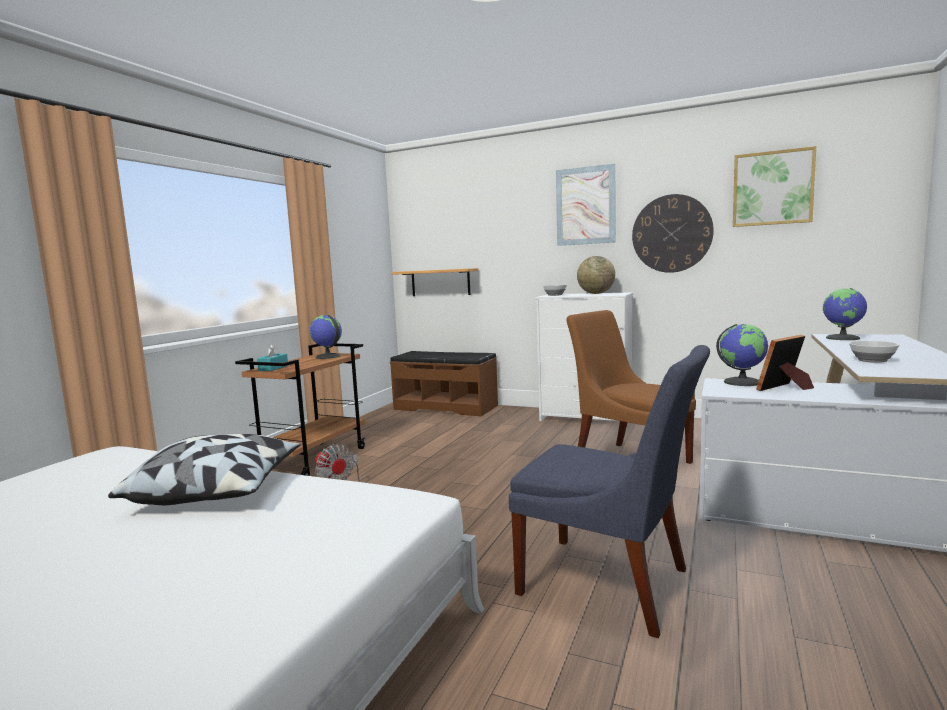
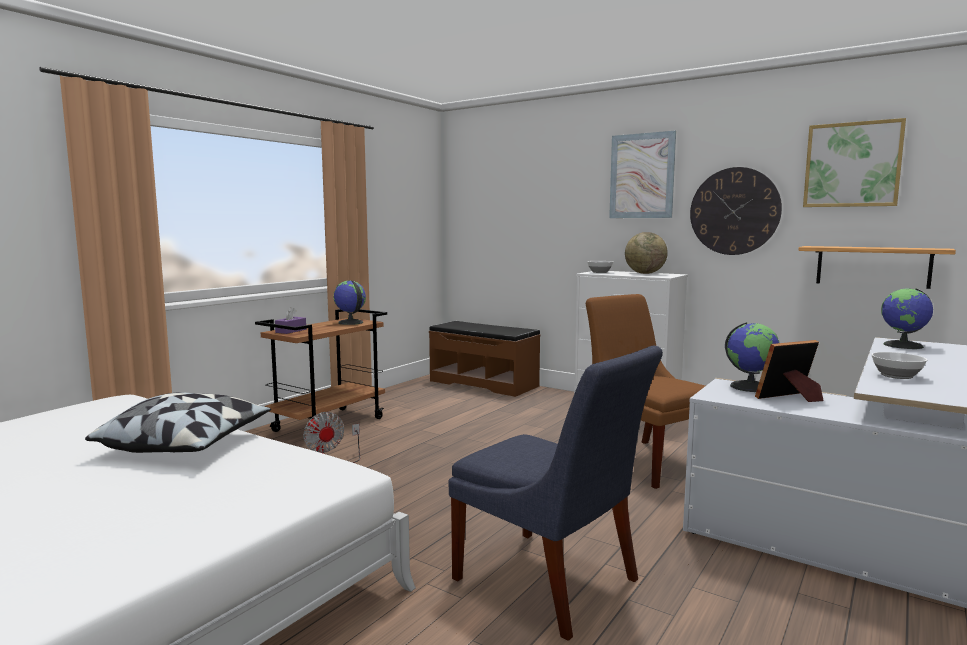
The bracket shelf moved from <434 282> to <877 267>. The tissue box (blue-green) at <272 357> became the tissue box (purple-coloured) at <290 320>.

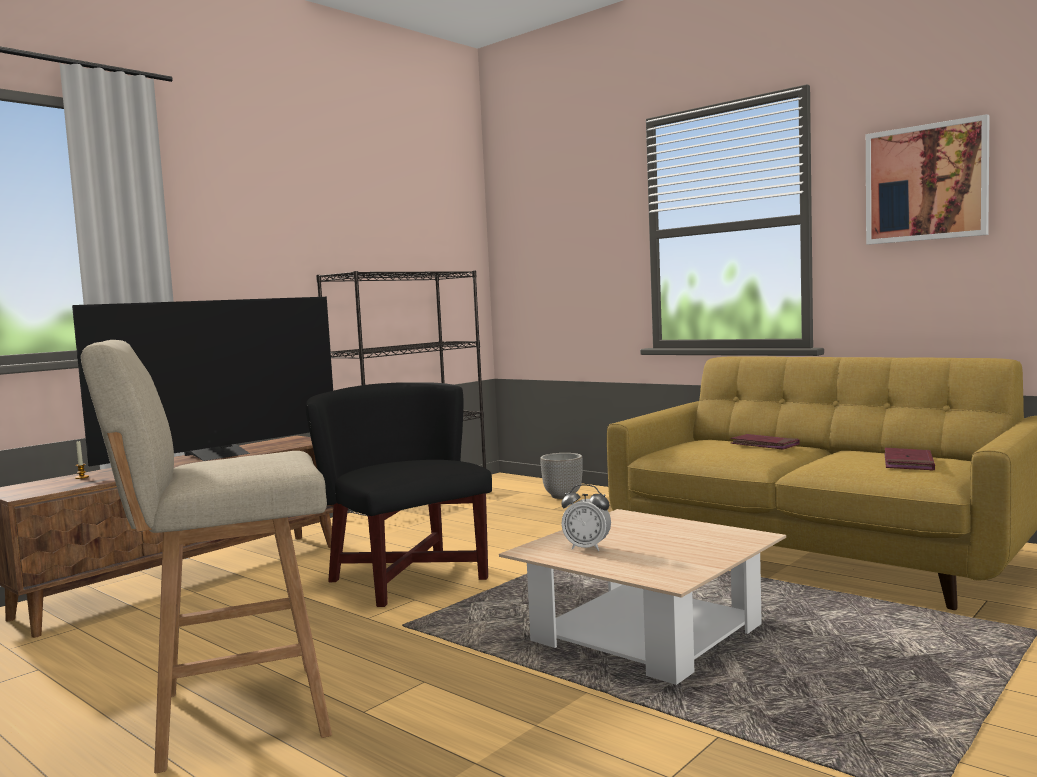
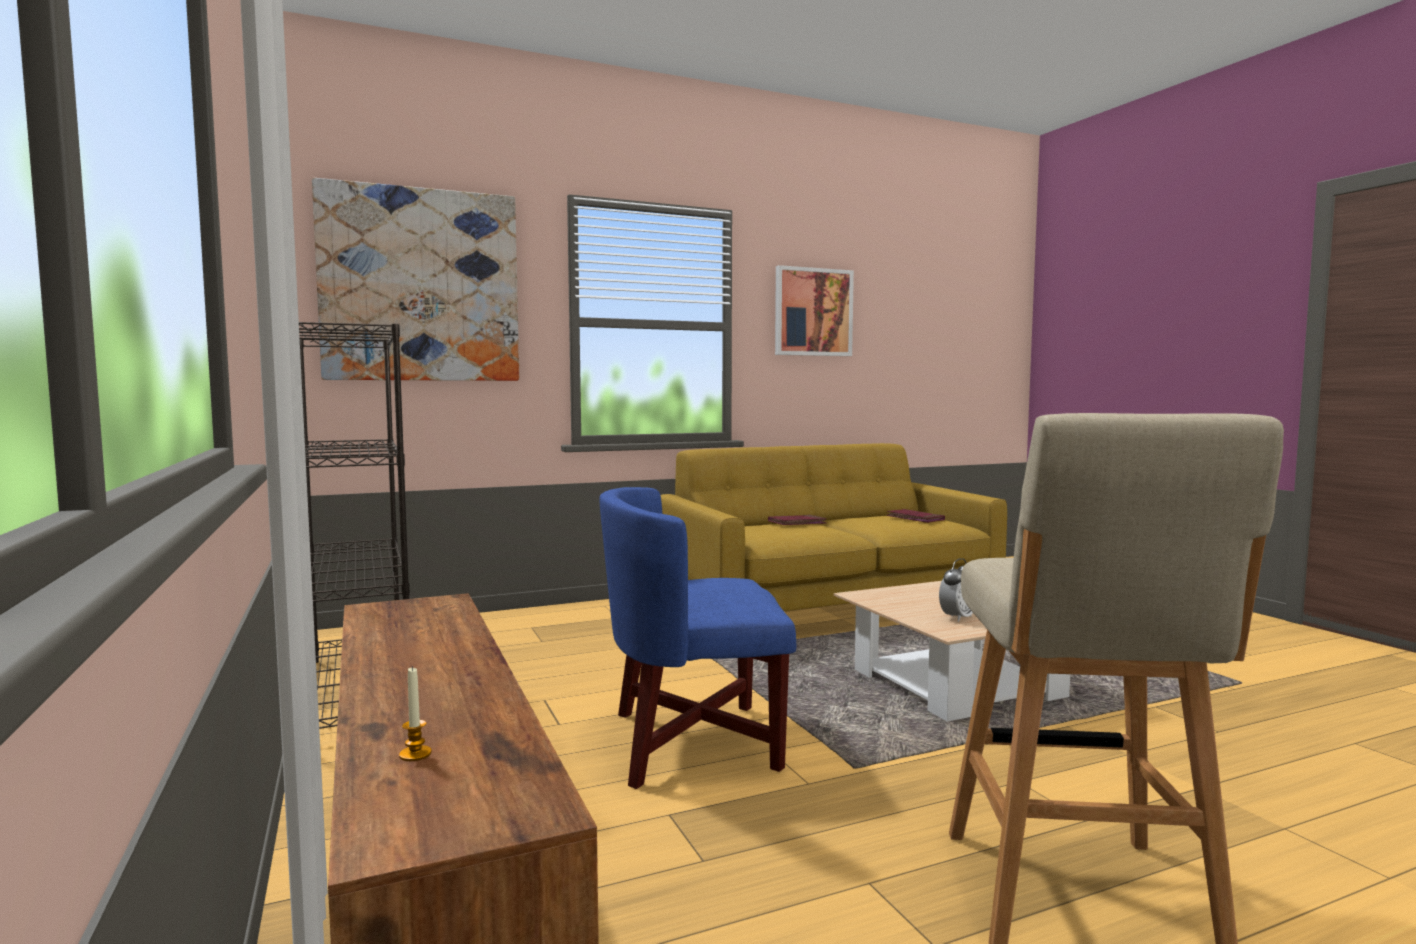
The TV set at <202 381> disappeared. The armchair (black-coloured) at <399 494> became the armchair (bluish) at <697 638>. The planter at <561 476> disappeared. The wall picture at <415 279> appeared.

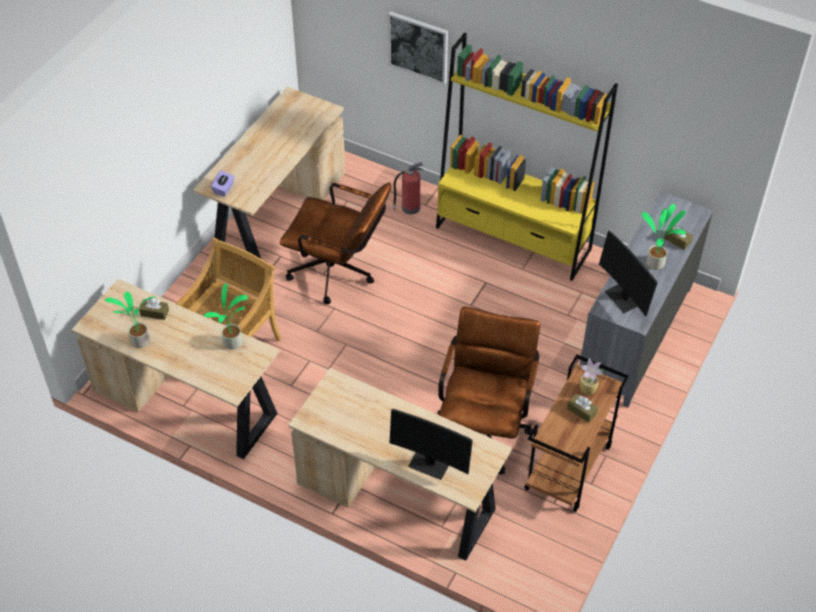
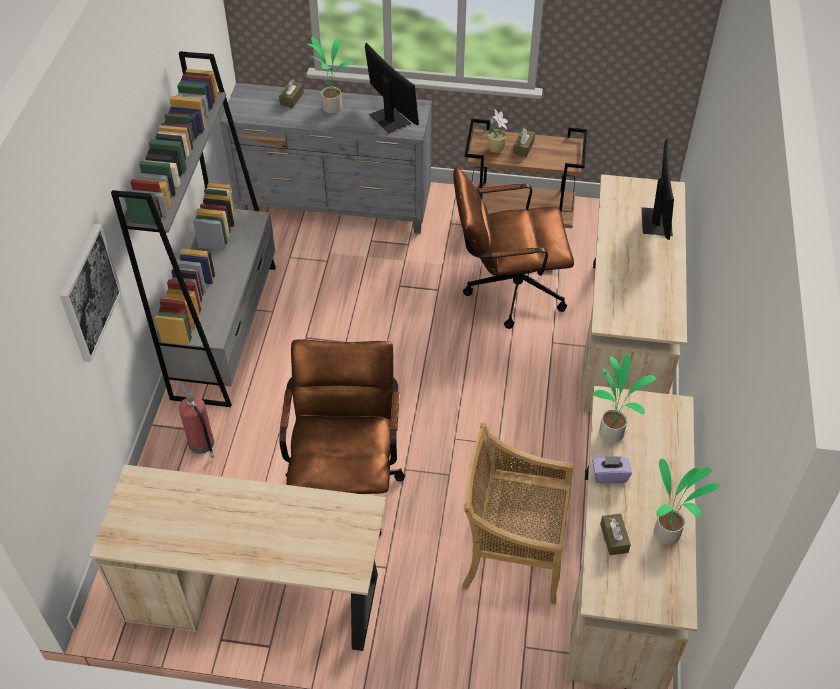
The bookshelf (yellow-coloured) at <527 157> became the bookshelf (greyish) at <193 229>. The tissue box (purple-coloured) moved from <223 183> to <612 469>. The computer display at <628 273> turned 75 degrees counterclockwise.

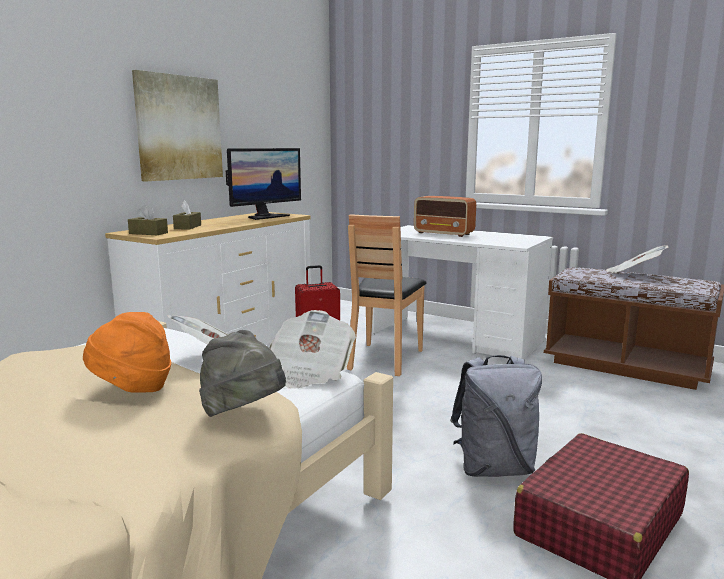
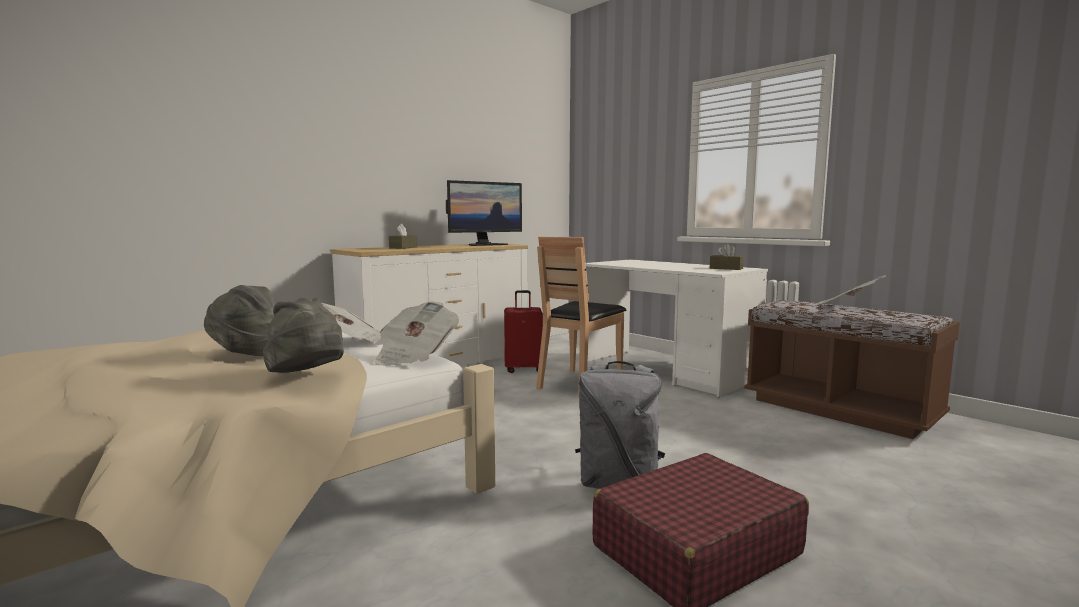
The wall picture at <177 125> disappeared. The radio receiver at <445 216> disappeared. The tissue box (brownish) moved from <148 220> to <727 257>. The wearable hat (orangey) at <127 352> became the wearable hat (greyish) at <241 320>.

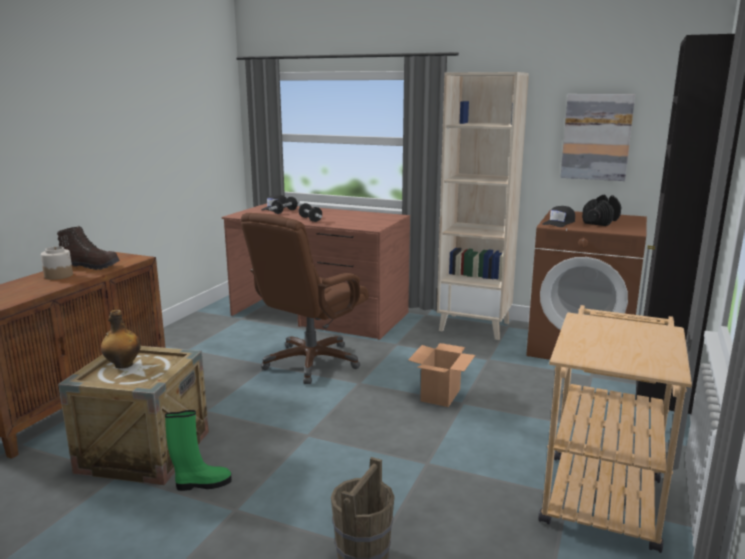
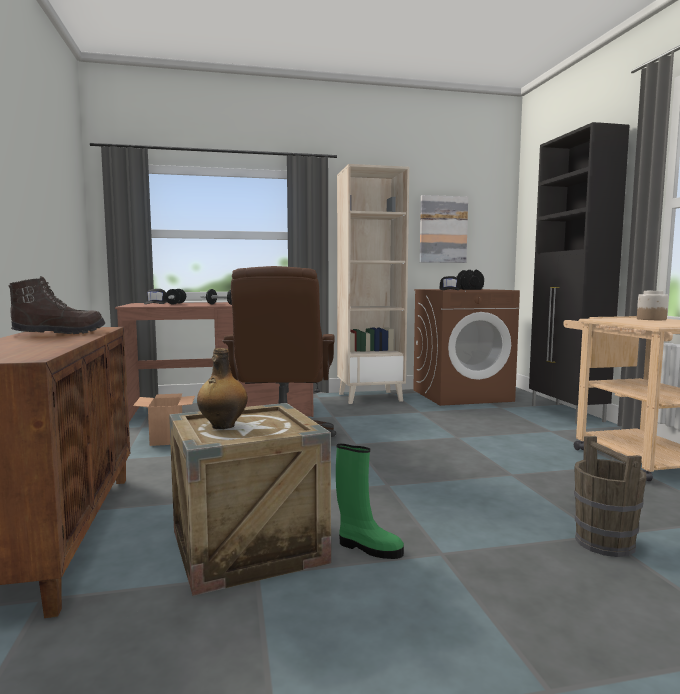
The jar moved from <57 263> to <653 305>. The packing box moved from <441 375> to <164 419>. The boot (green) at <198 450> turned 75 degrees clockwise.

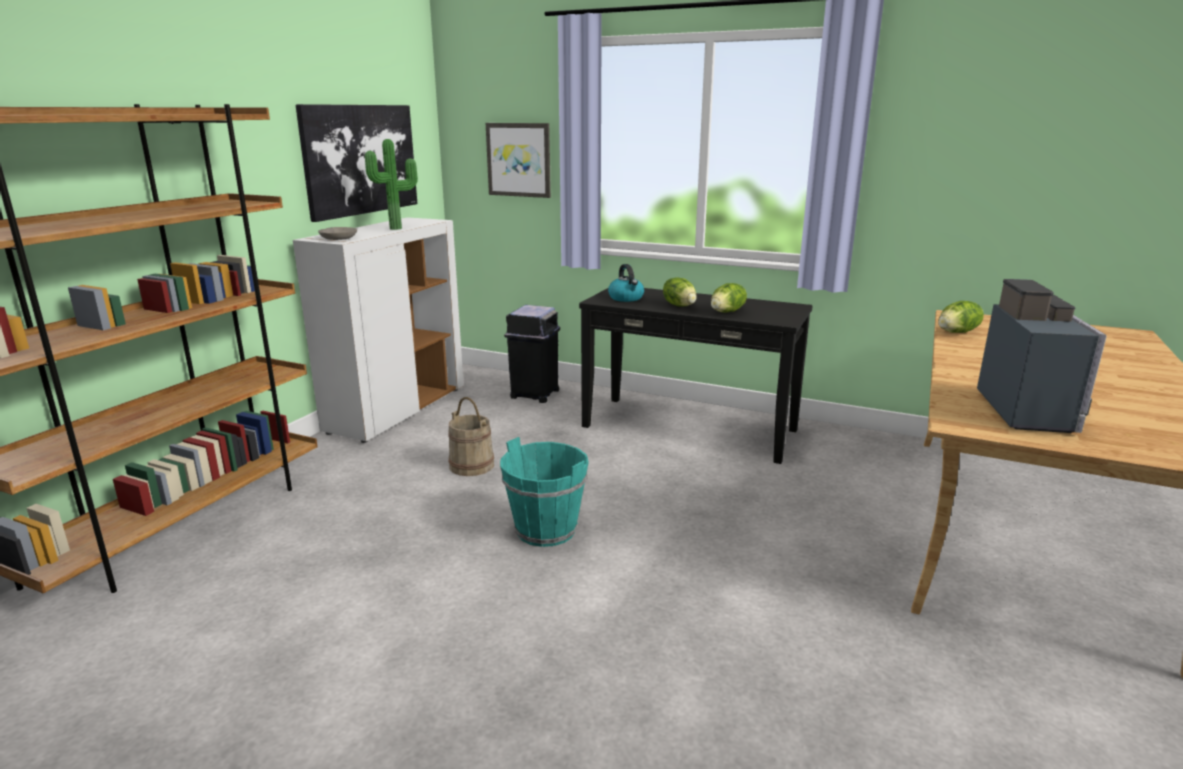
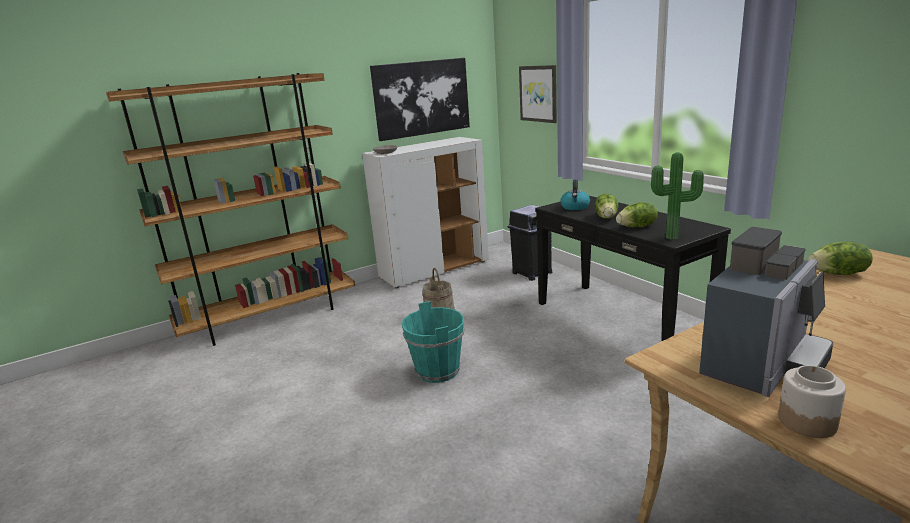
The houseplant moved from <391 184> to <677 195>. The jar at <812 401> appeared.

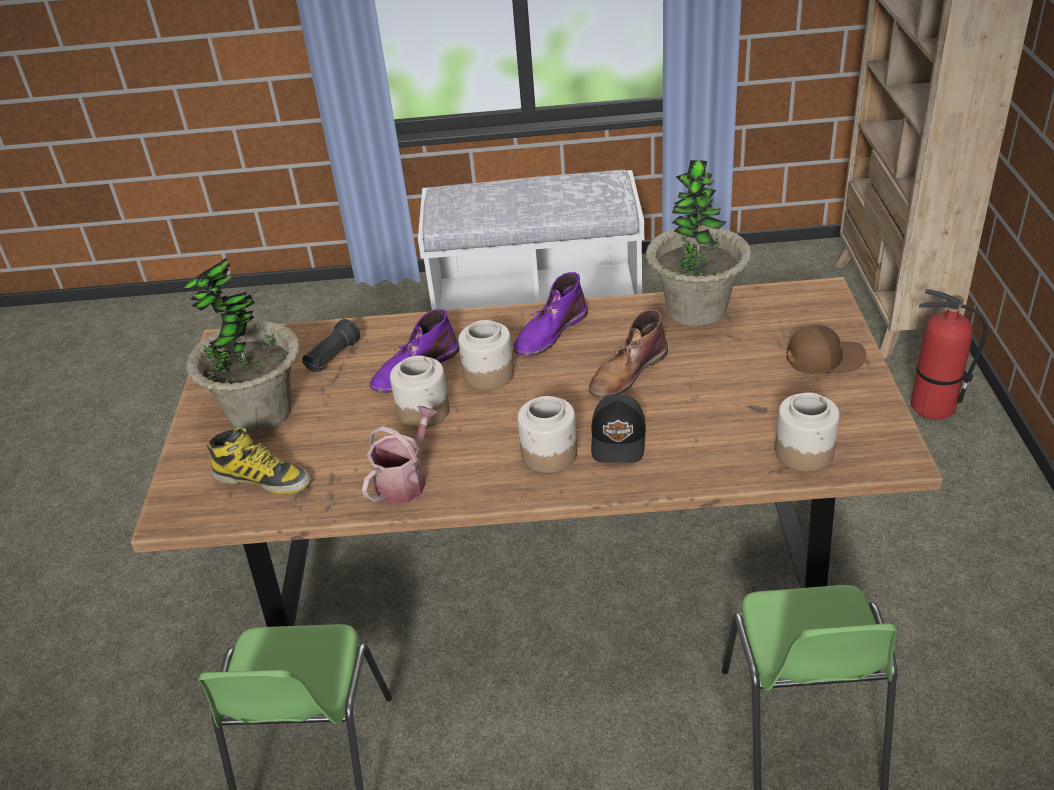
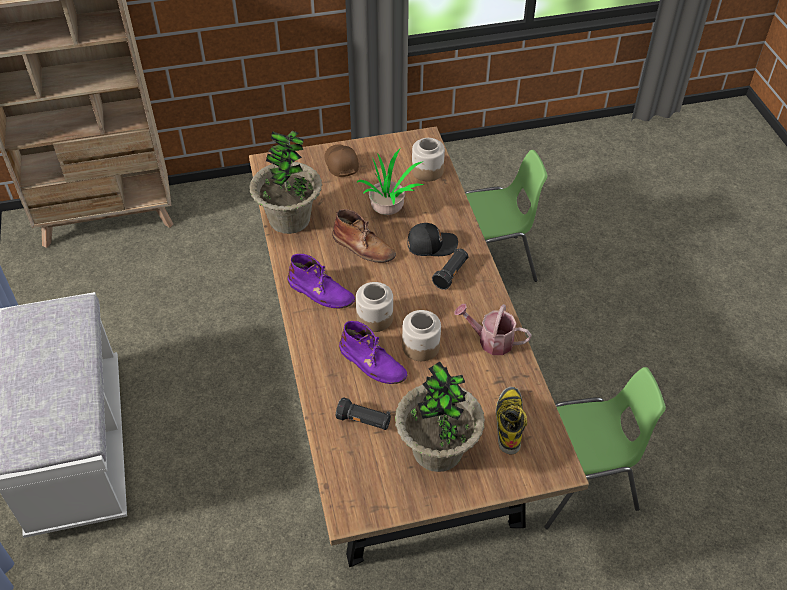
The fire-fighting cylinder at <949 354> disappeared. The jar at <547 434> was replaced by the flashlight (black-coloured) at <450 269>. The houseplant at <391 182> appeared.

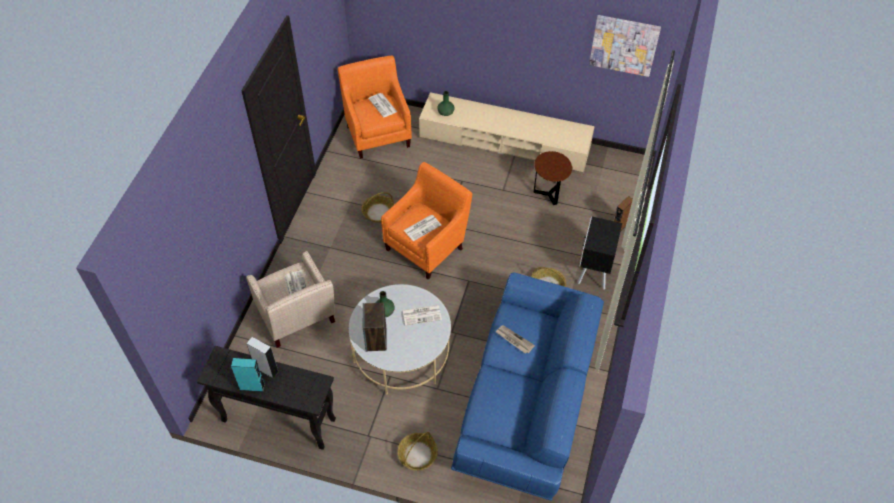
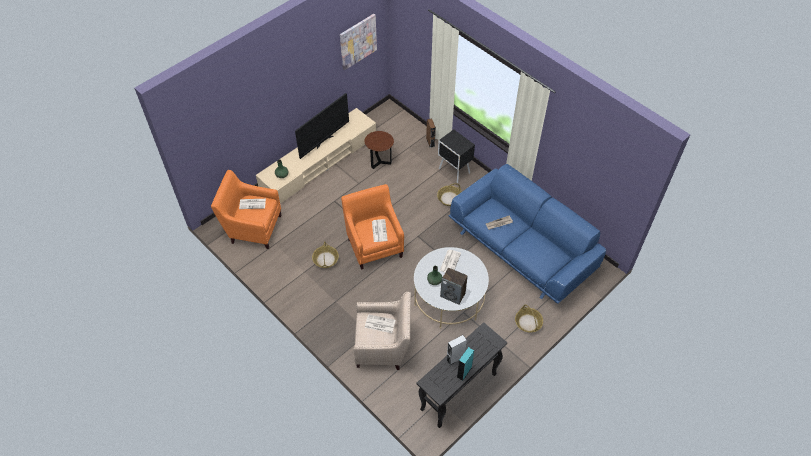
The TV set at <322 126> appeared.

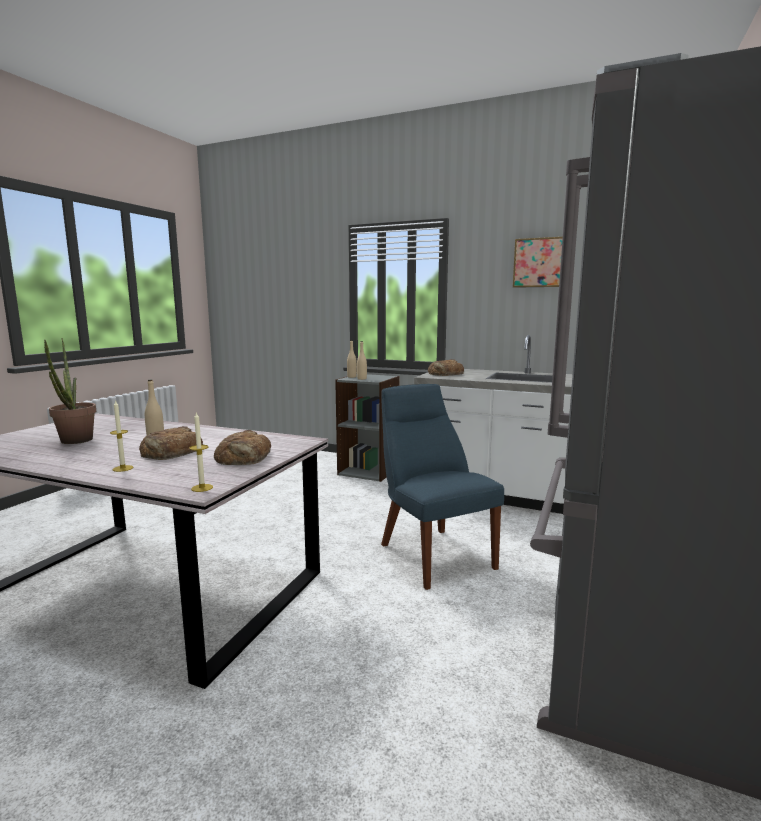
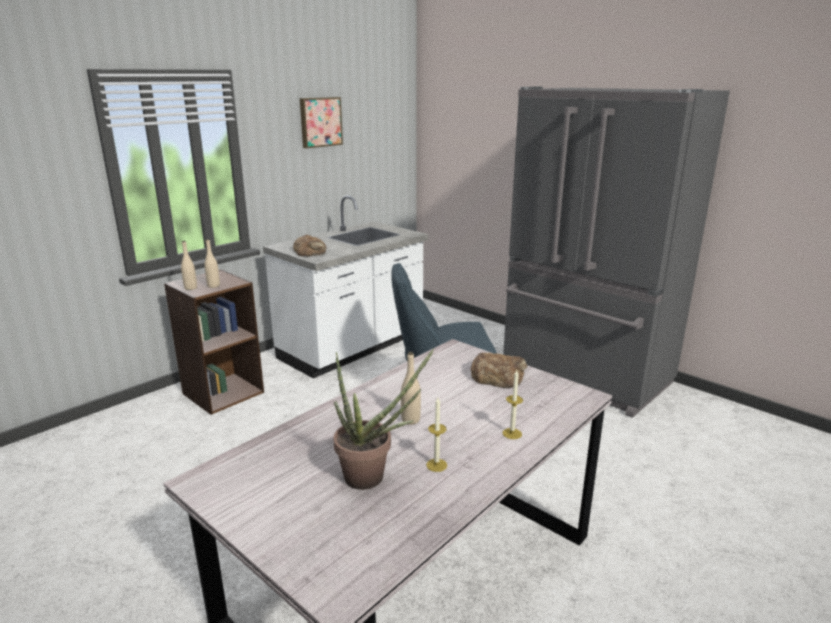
The bookshelf (greyish) at <367 428> became the bookshelf (brownish) at <214 342>. The wax candle moved from <201 452> to <436 434>. The bread at <171 443> disappeared.

